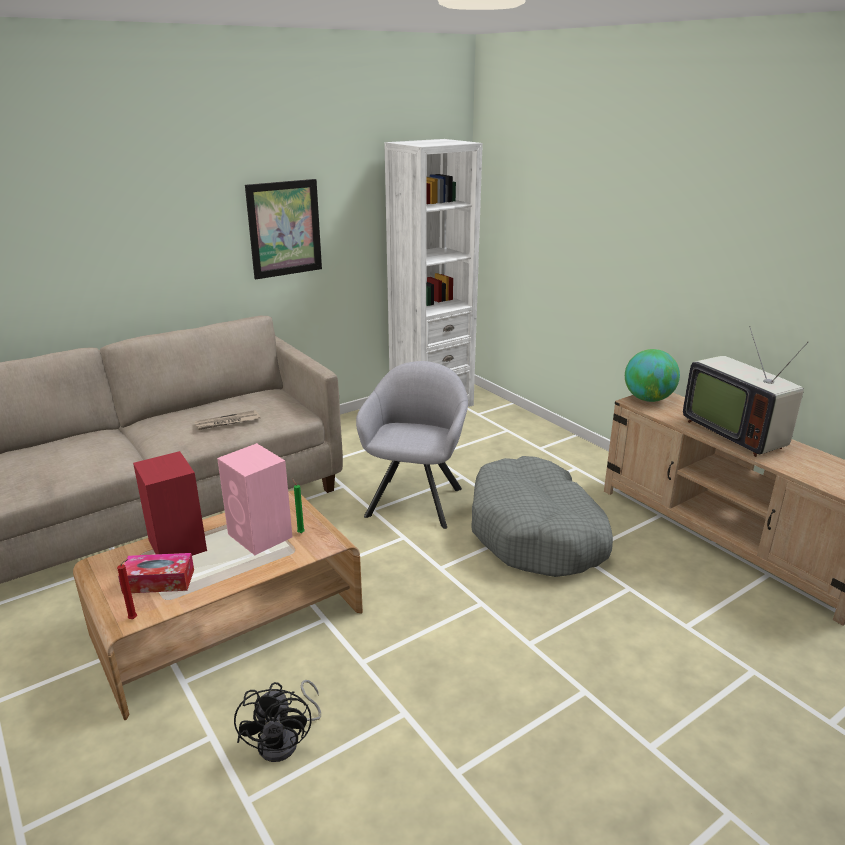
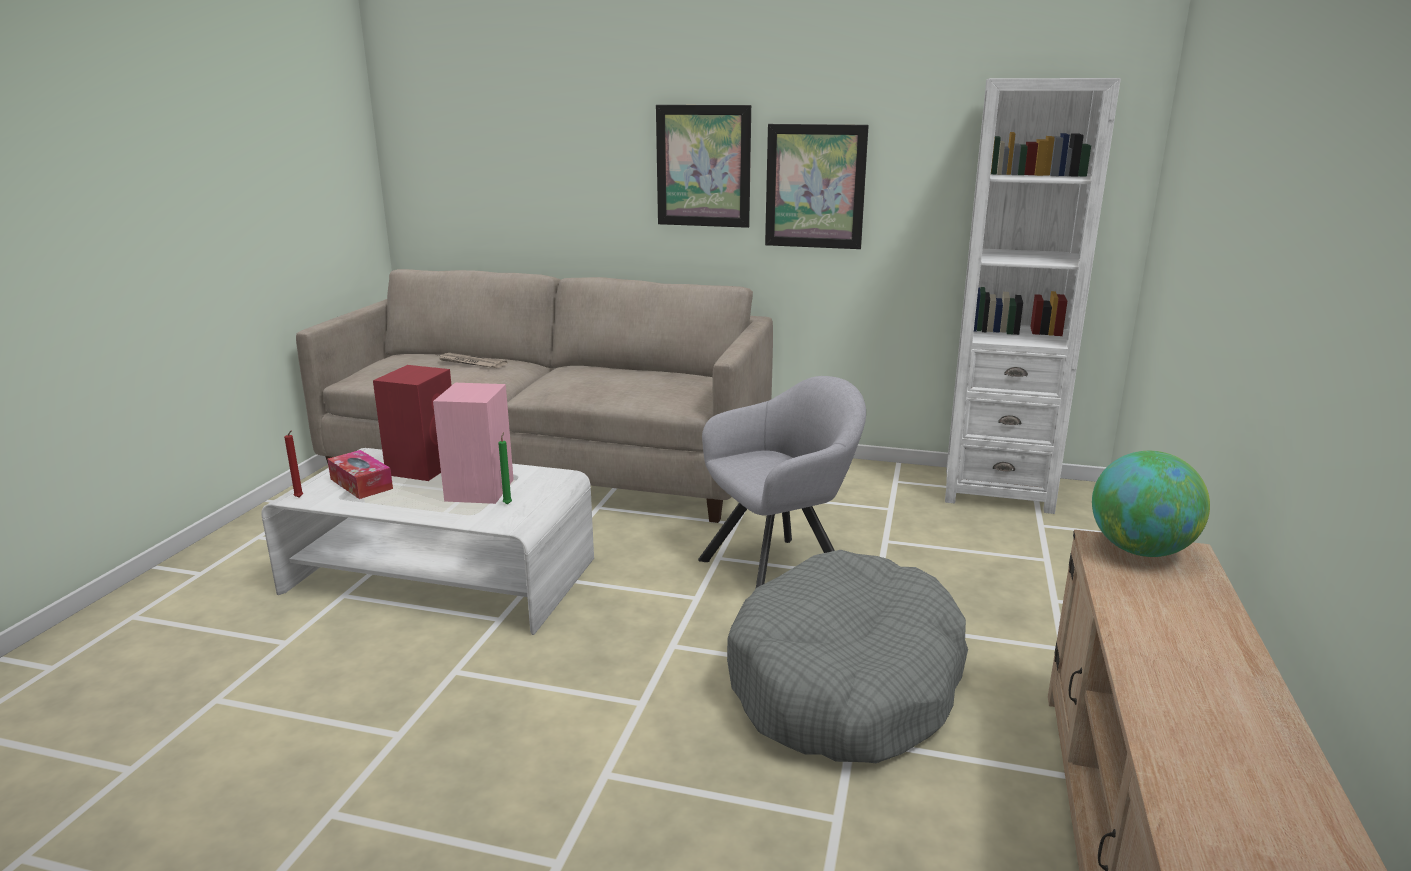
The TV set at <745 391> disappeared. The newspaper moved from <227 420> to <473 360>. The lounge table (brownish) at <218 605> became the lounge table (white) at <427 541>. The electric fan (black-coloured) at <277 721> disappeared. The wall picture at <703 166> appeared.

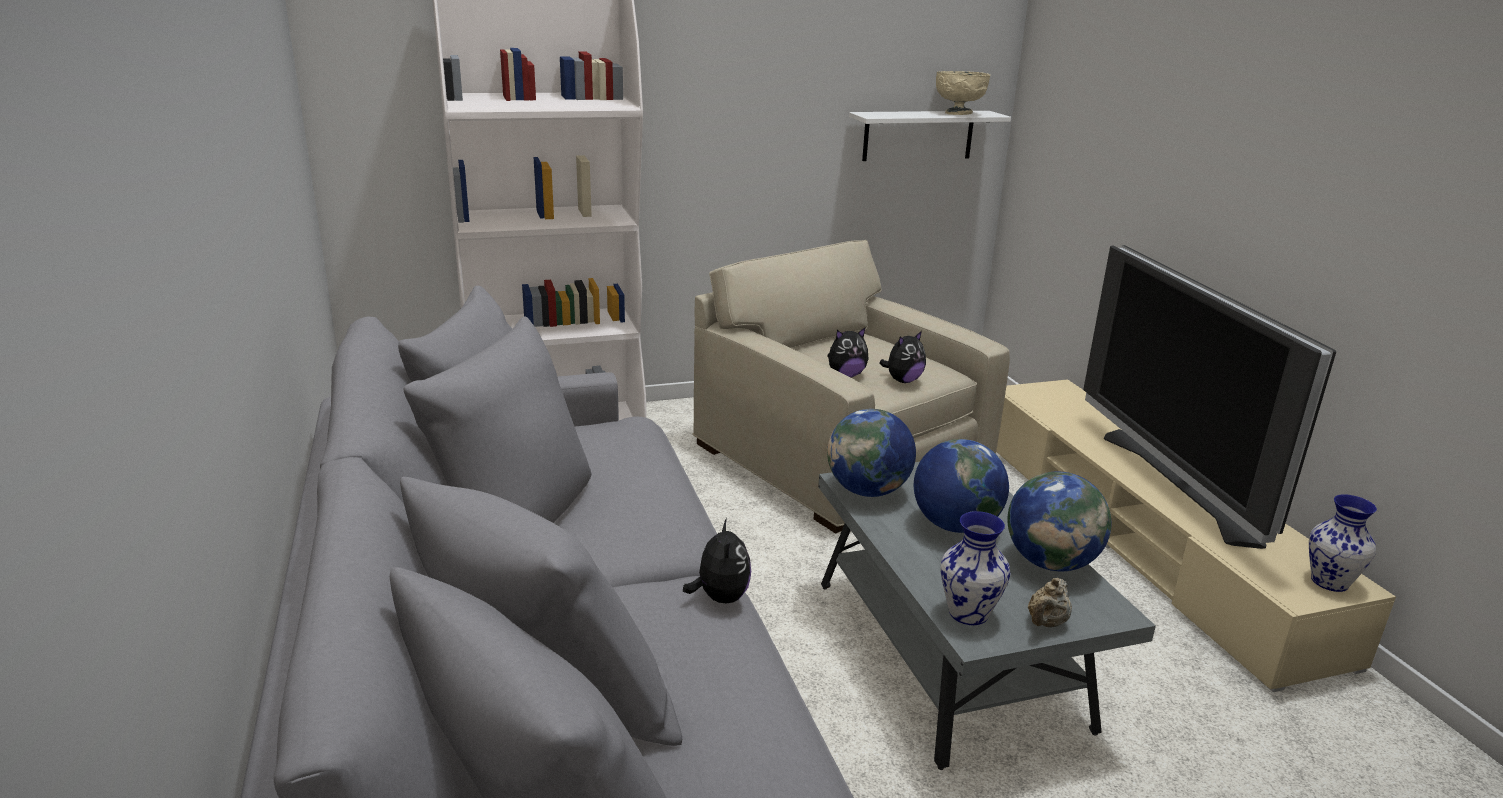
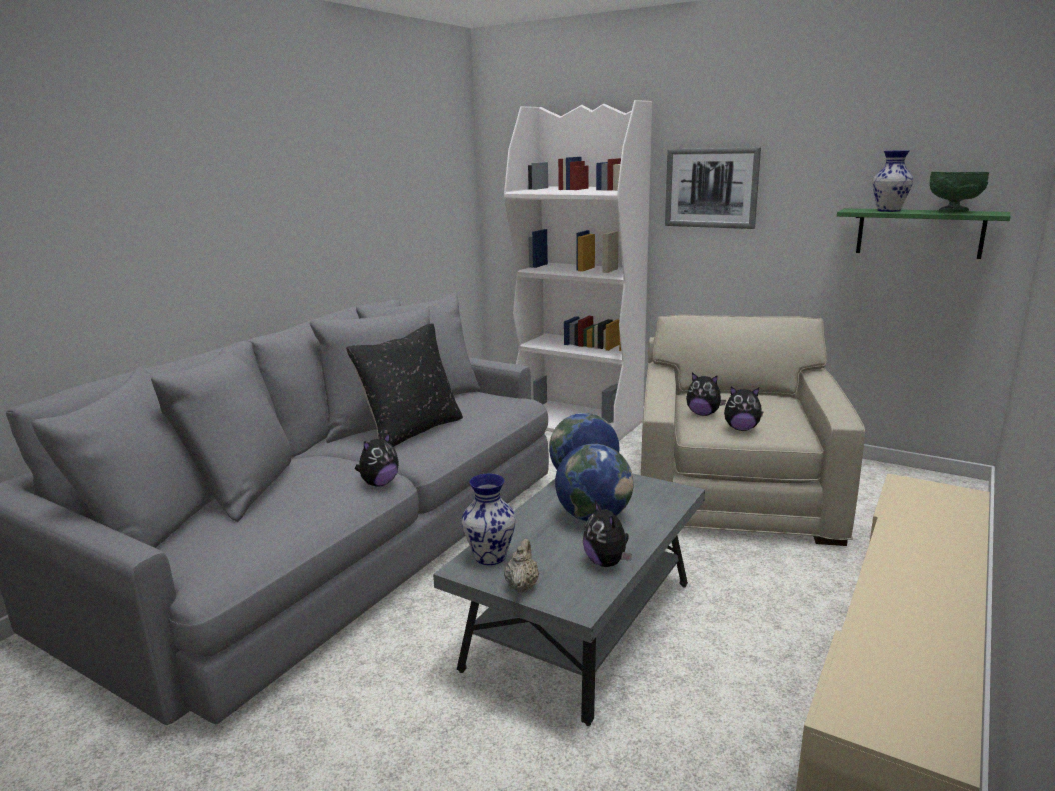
The serving bowl (beige) at <963 93> became the serving bowl (green) at <959 192>. The bracket shelf (white) at <930 136> became the bracket shelf (green) at <924 233>. The TV set at <1210 397> disappeared. The world globe at <1059 521> was replaced by the cuddly toy at <607 534>. The flower vase moved from <1343 543> to <893 181>. The teapot (beige) at <1050 603> turned 105 degrees clockwise. The wall picture at <713 188> appeared. The cushion (black-coloured) at <404 385> appeared.

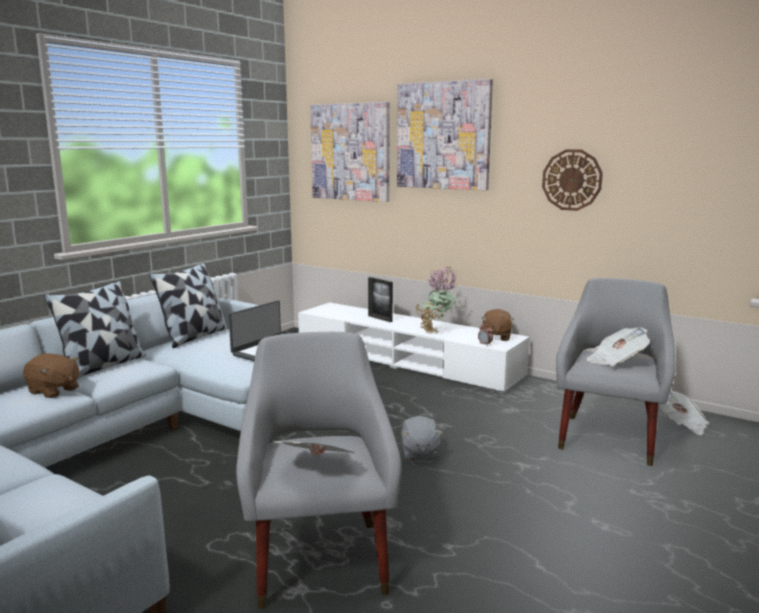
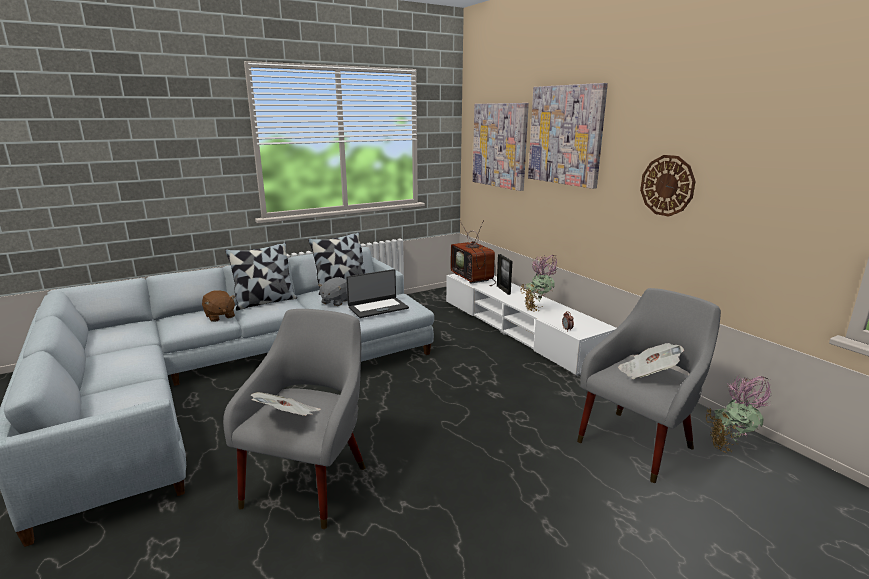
The cuddly toy (brownish) at <498 325> disappeared. The newspaper at <684 412> was replaced by the houseplant at <738 414>. The cuddly toy (greyish) moved from <422 438> to <333 291>. The TV set at <473 253> appeared.

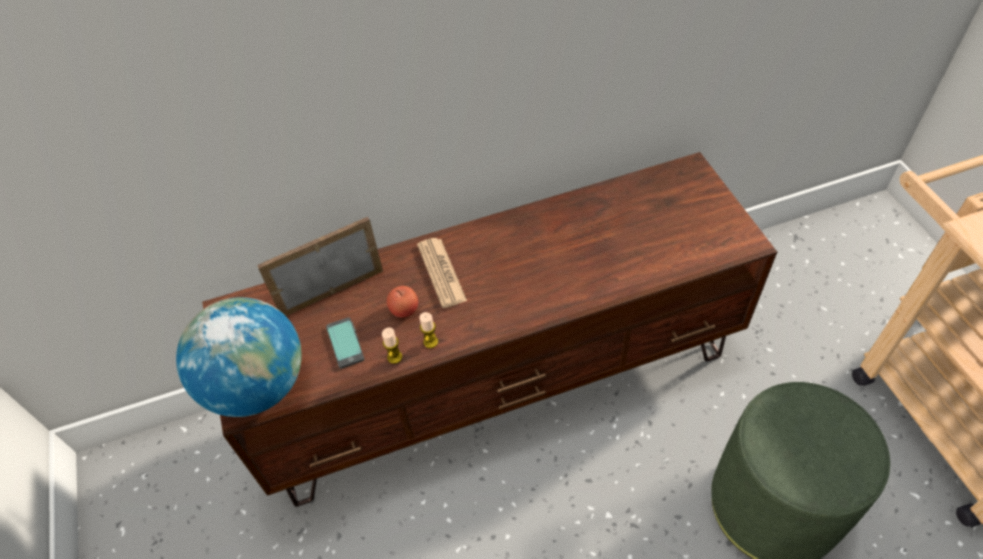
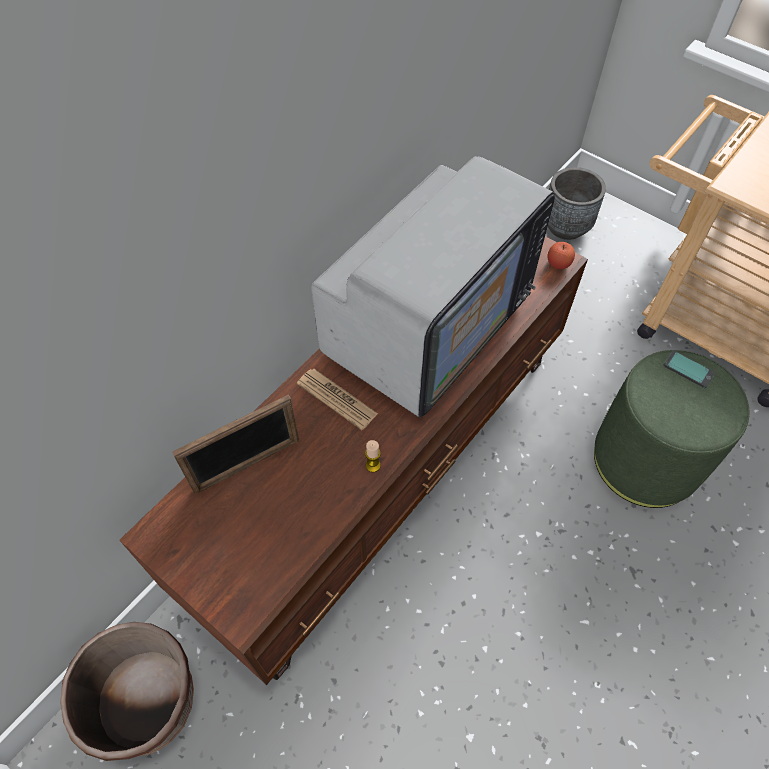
The standing frame at <320 266> turned 150 degrees counterclockwise. The apple moved from <402 302> to <561 255>. The world globe at <239 357> disappeared. The phone moved from <345 343> to <689 369>. The wax candle at <392 345> disappeared. The TV set at <433 286> appeared. The planter (greyish) at <577 203> appeared. The planter (brownish) at <127 691> appeared.

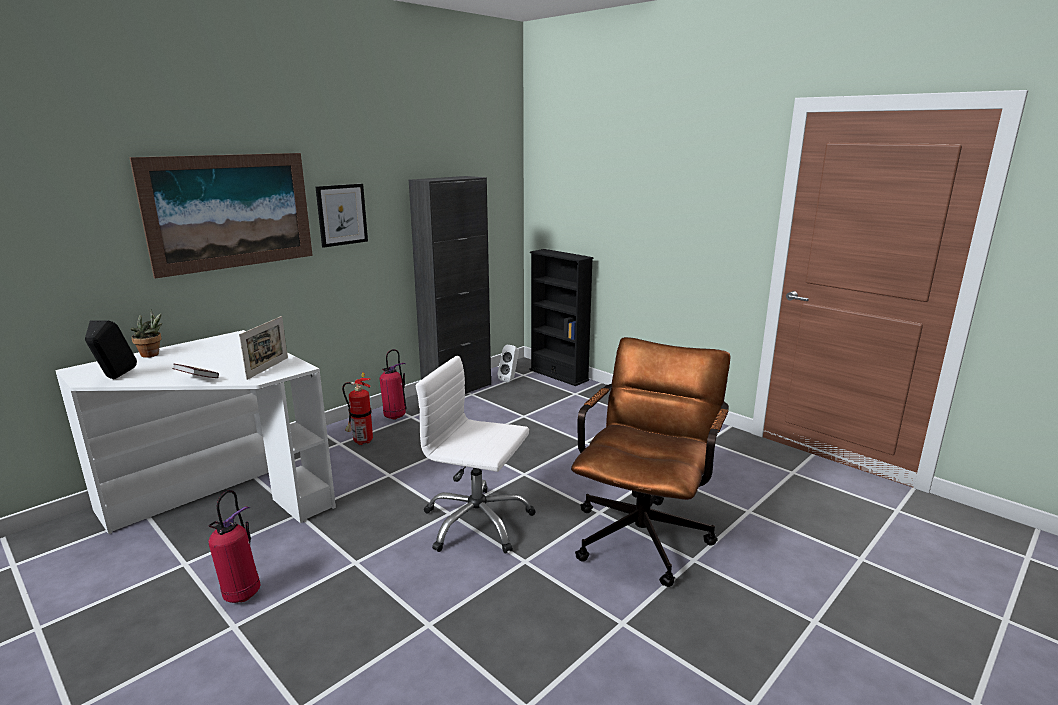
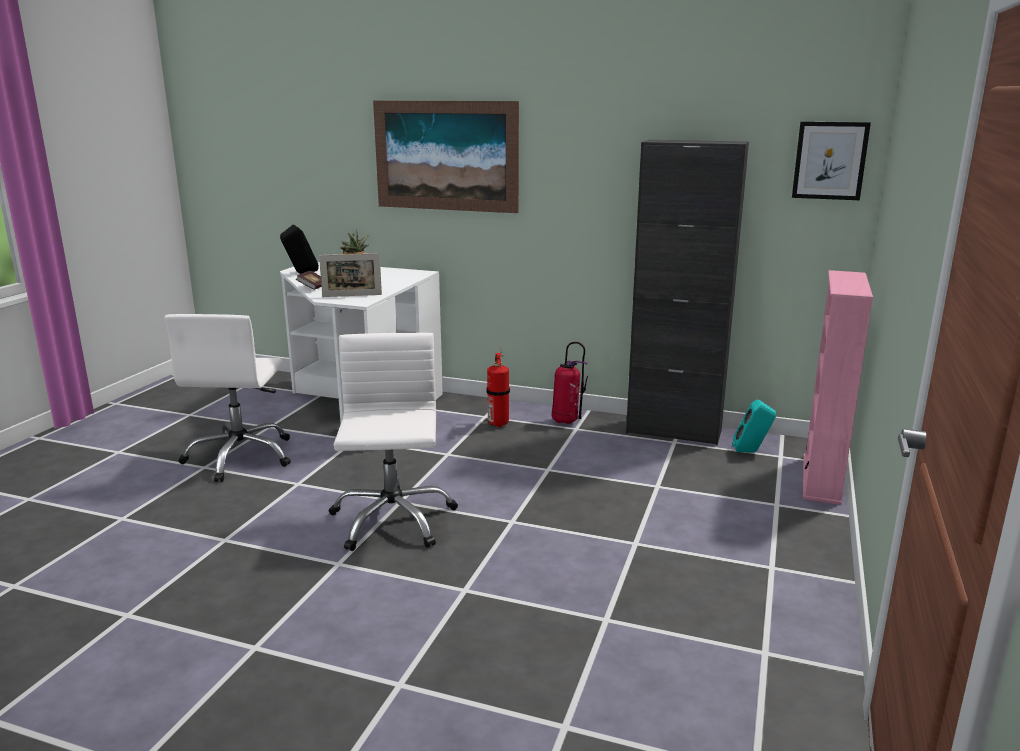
The wall picture moved from <342 216> to <831 161>. The bookshelf (black-coloured) at <562 317> became the bookshelf (pink-coloured) at <838 387>. The desk chair (brownish) at <650 462> disappeared. The loudspeaker (white) at <508 363> became the loudspeaker (blue-green) at <754 426>. The fire-fighting cylinder at <234 546> was replaced by the desk chair (white) at <228 398>.

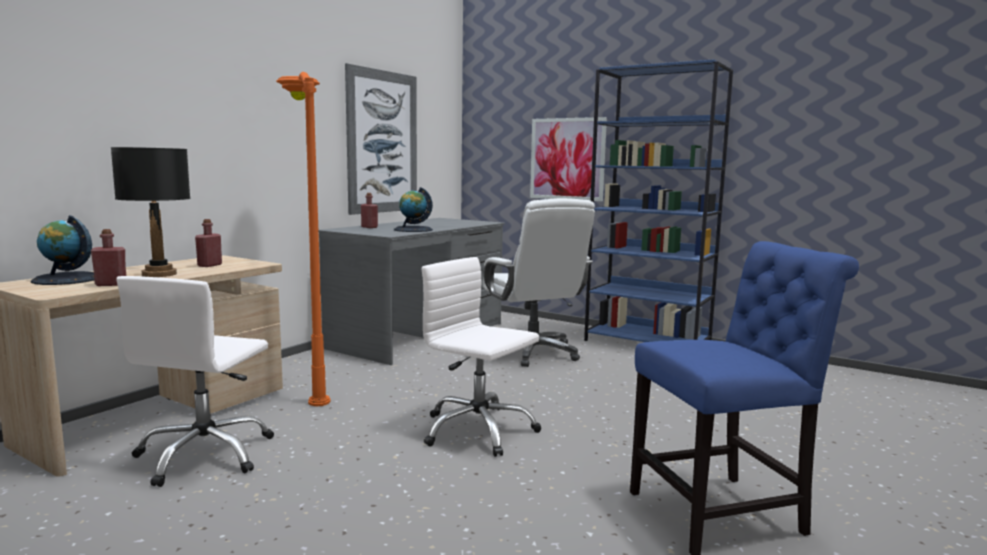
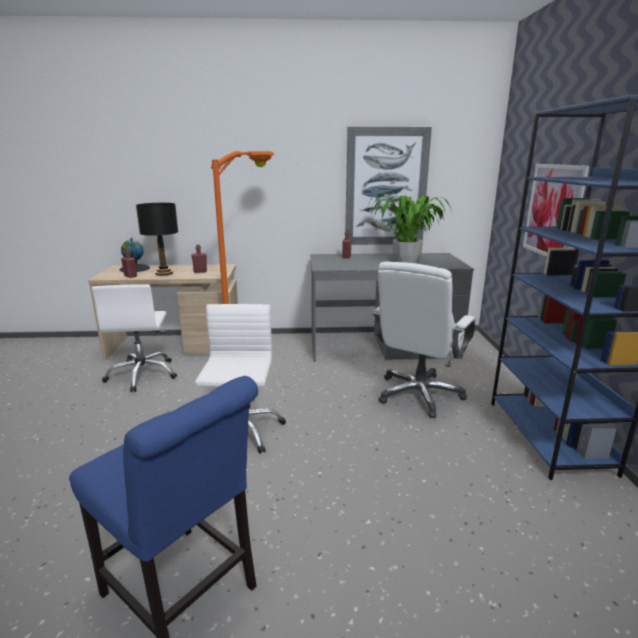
The world globe at <413 209> disappeared. The desk chair (white) at <195 381> turned 75 degrees counterclockwise. The houseplant at <409 227> appeared.

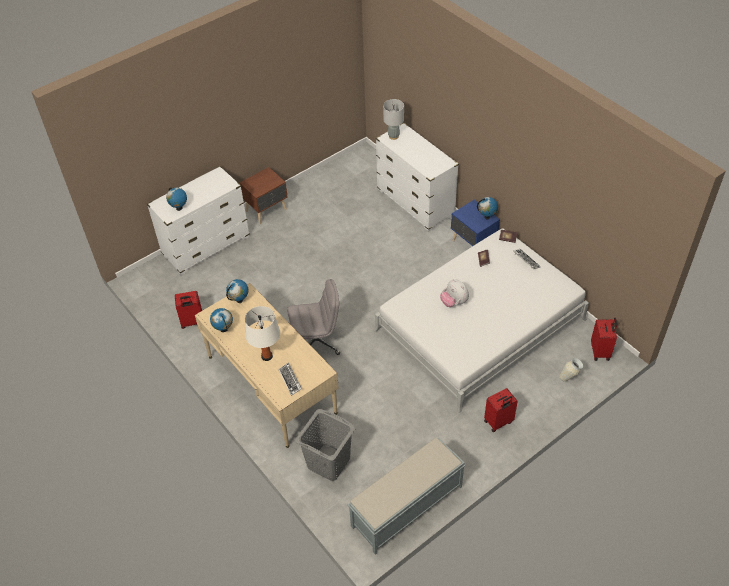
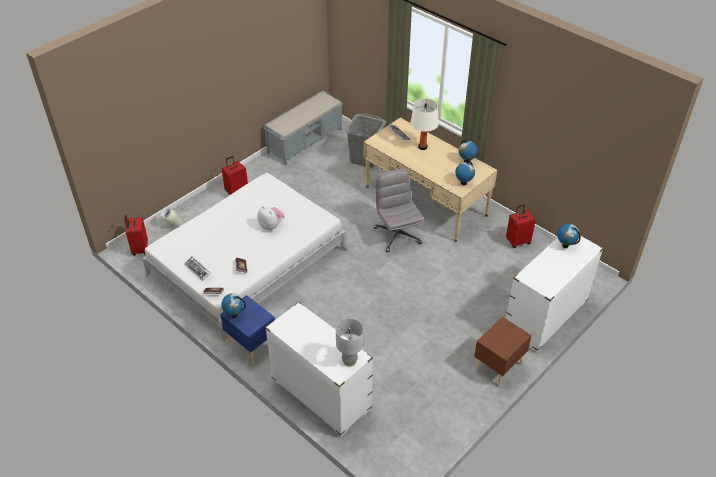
The desk chair (greyish) at <313 317> turned 90 degrees clockwise.

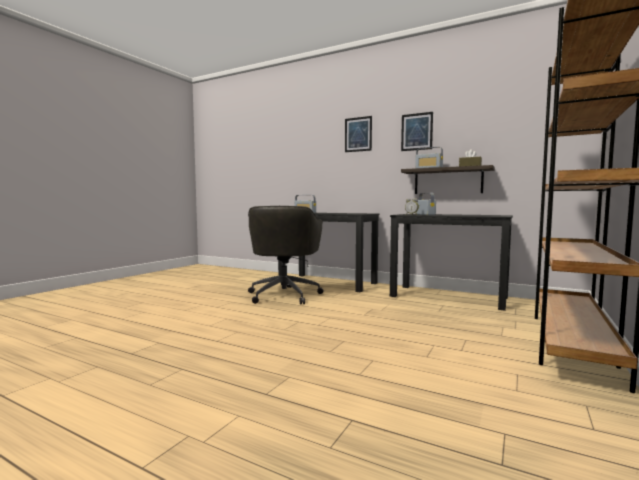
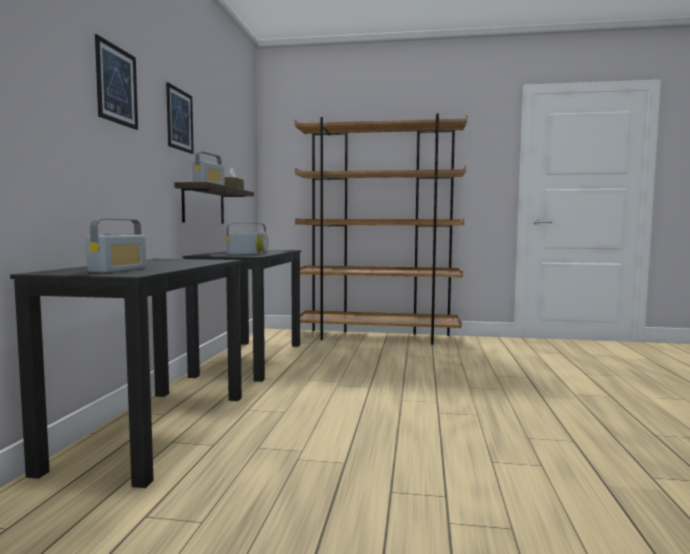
The desk chair (greyish) at <286 255> disappeared.

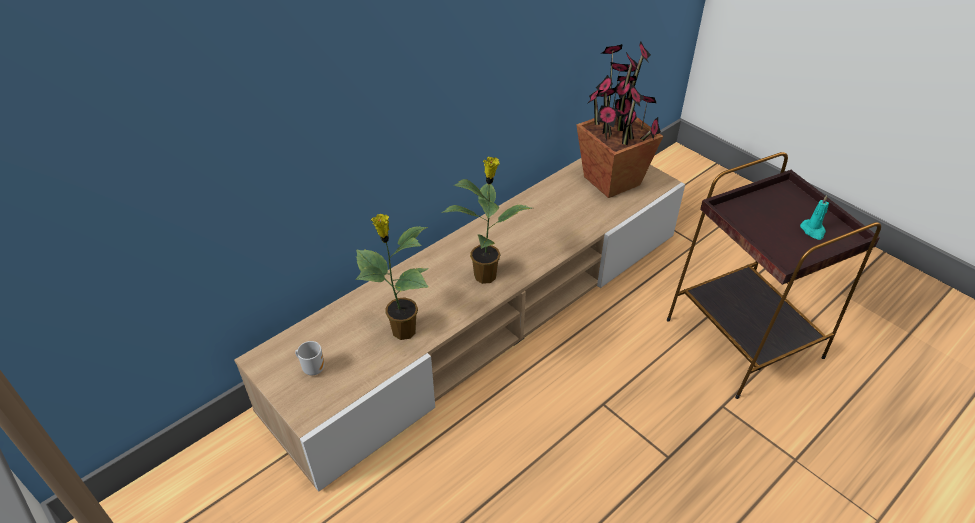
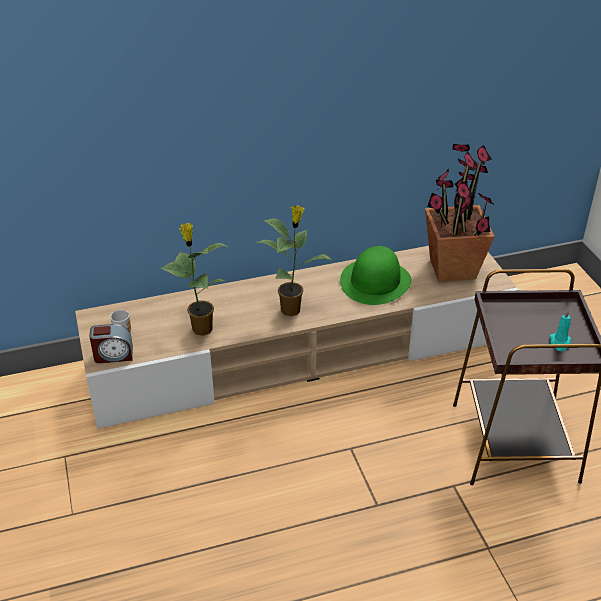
The wearable hat (green) at <375 275> appeared. The table clock at <111 343> appeared.

